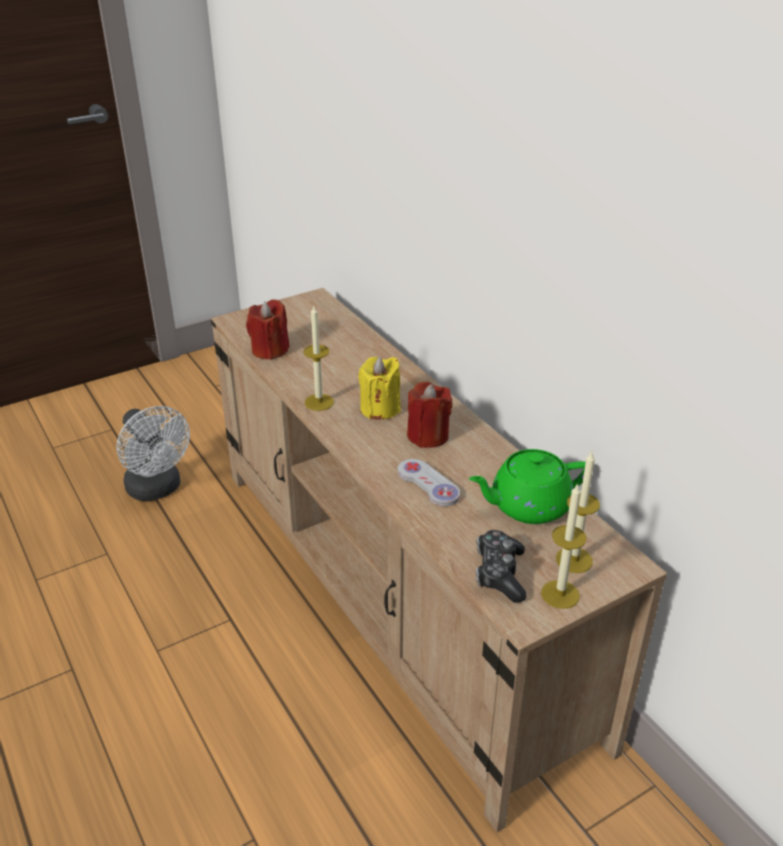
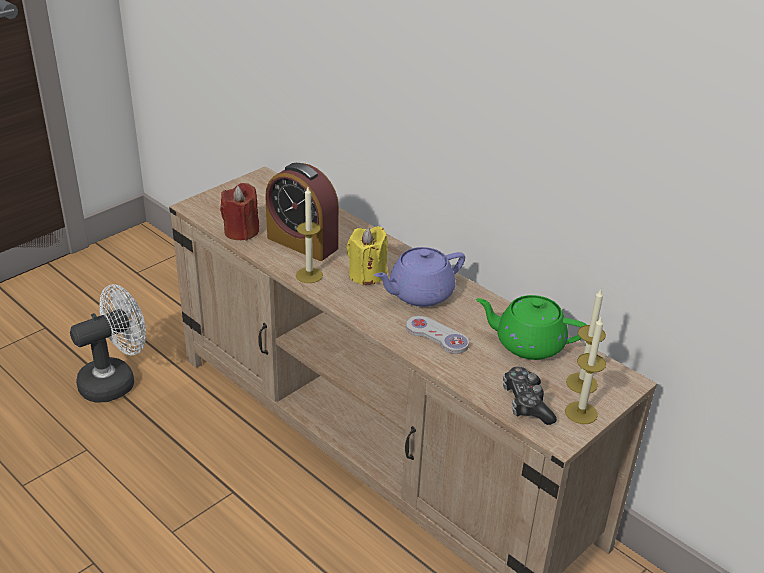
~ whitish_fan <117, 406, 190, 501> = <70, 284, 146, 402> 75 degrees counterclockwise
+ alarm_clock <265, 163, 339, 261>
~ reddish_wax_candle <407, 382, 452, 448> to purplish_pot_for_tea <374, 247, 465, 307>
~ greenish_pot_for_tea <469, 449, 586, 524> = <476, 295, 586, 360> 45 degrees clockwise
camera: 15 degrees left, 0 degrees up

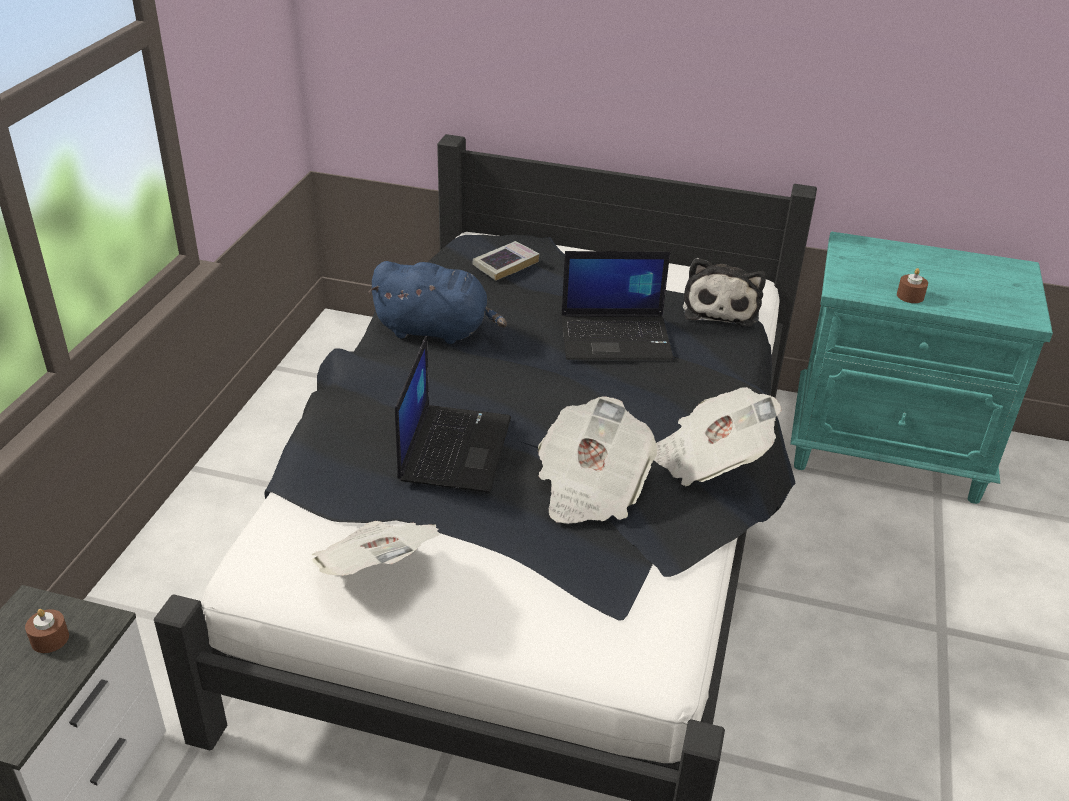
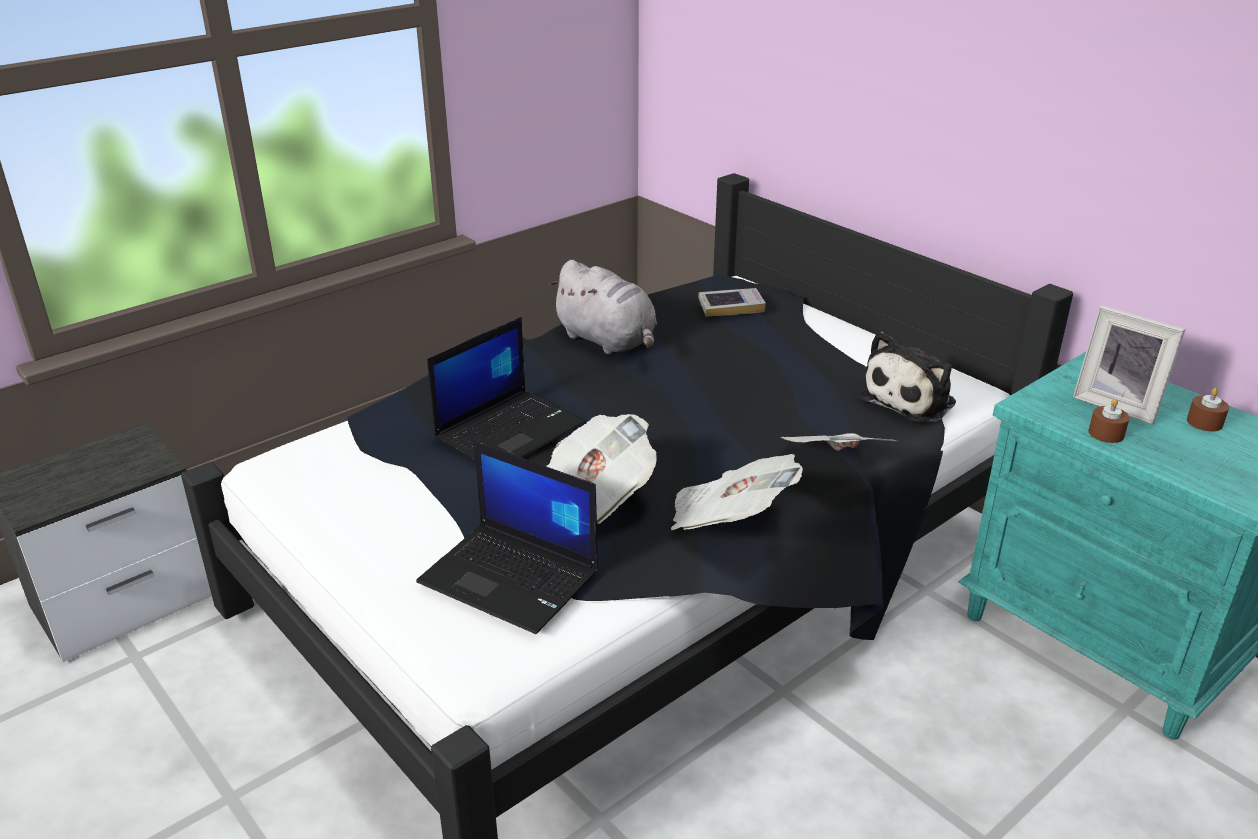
~ laptop <561, 251, 673, 360> to <416, 442, 598, 634>
~ blue_cuddly_toy <368, 261, 507, 344> to grey_cuddly_toy <549, 260, 657, 354>
~ printed_paper <312, 521, 440, 576> to <780, 433, 898, 451>
+ picture_frame <1073, 305, 1186, 425>
~ brownish_wax_candle <25, 609, 69, 653> to <1187, 388, 1229, 432>
camera: 35 degrees right, 5 degrees down

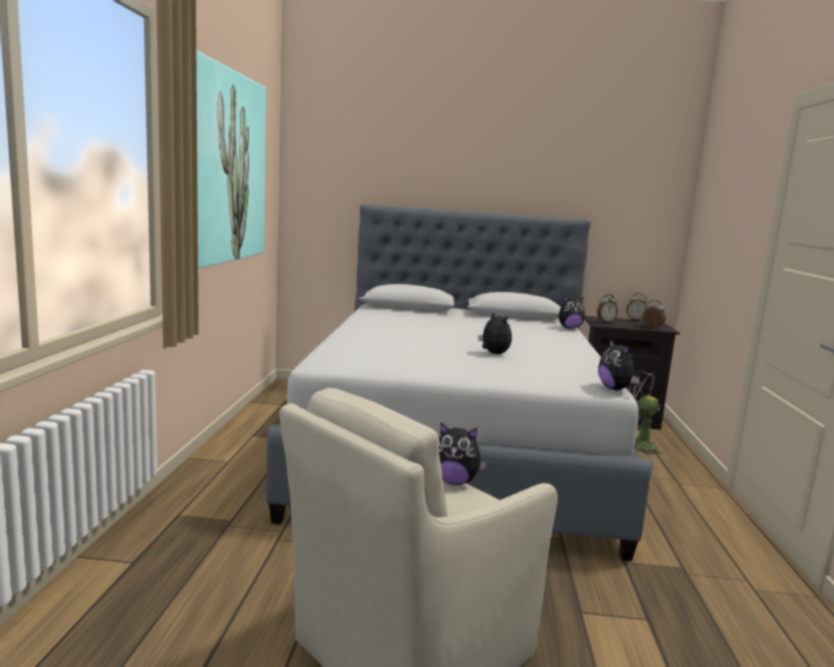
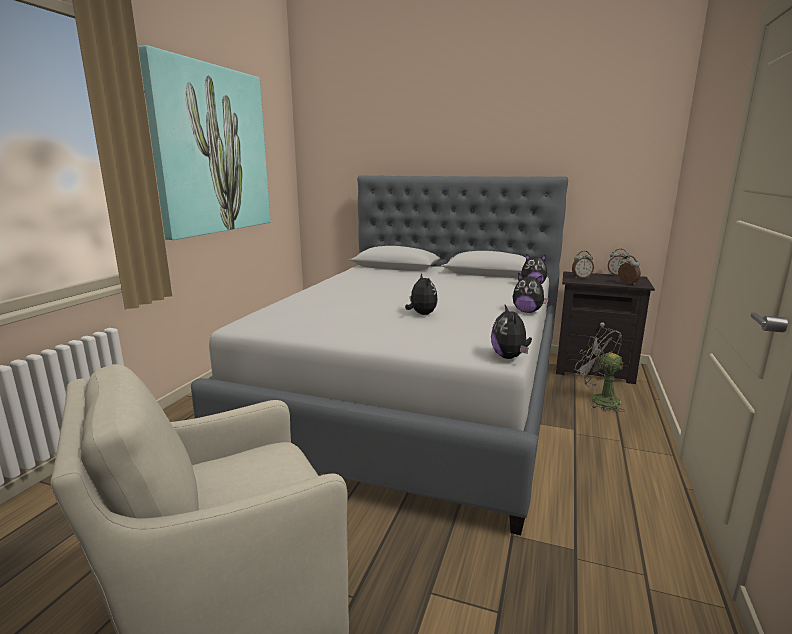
~ cuddly_toy <439, 423, 487, 485> to <513, 273, 549, 313>
camera: 15 degrees right, 5 degrees up

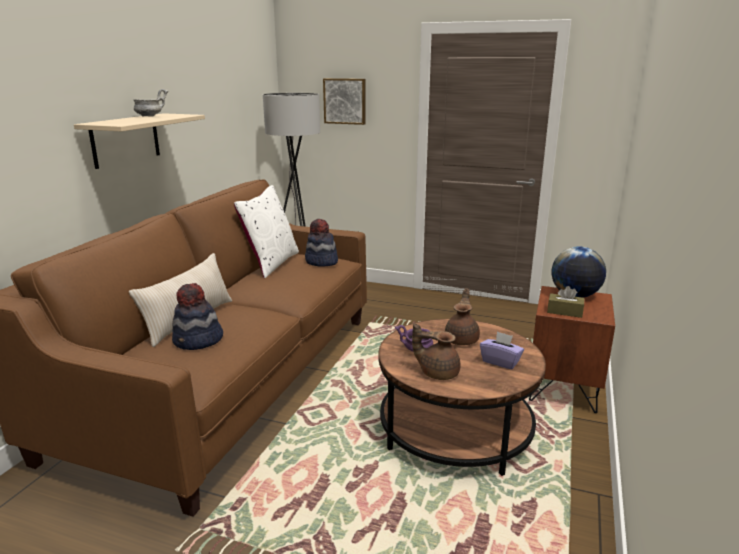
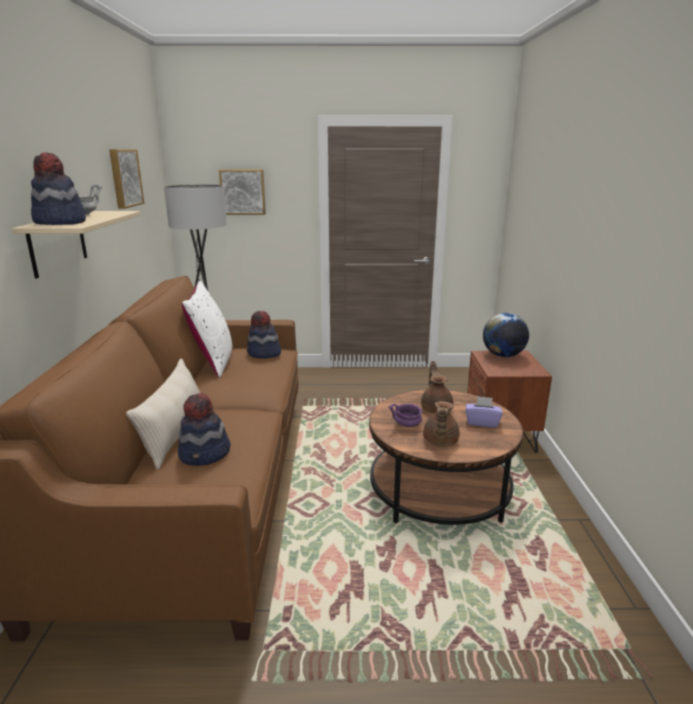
+ clothing_hat <31, 153, 86, 225>
+ wall_picture <109, 149, 144, 209>
~ brownish_pot_for_tea <412, 323, 460, 380> = <423, 401, 459, 447> 75 degrees counterclockwise
- brownish_tissue_holder <547, 286, 585, 318>
camera: 20 degrees left, 0 degrees up

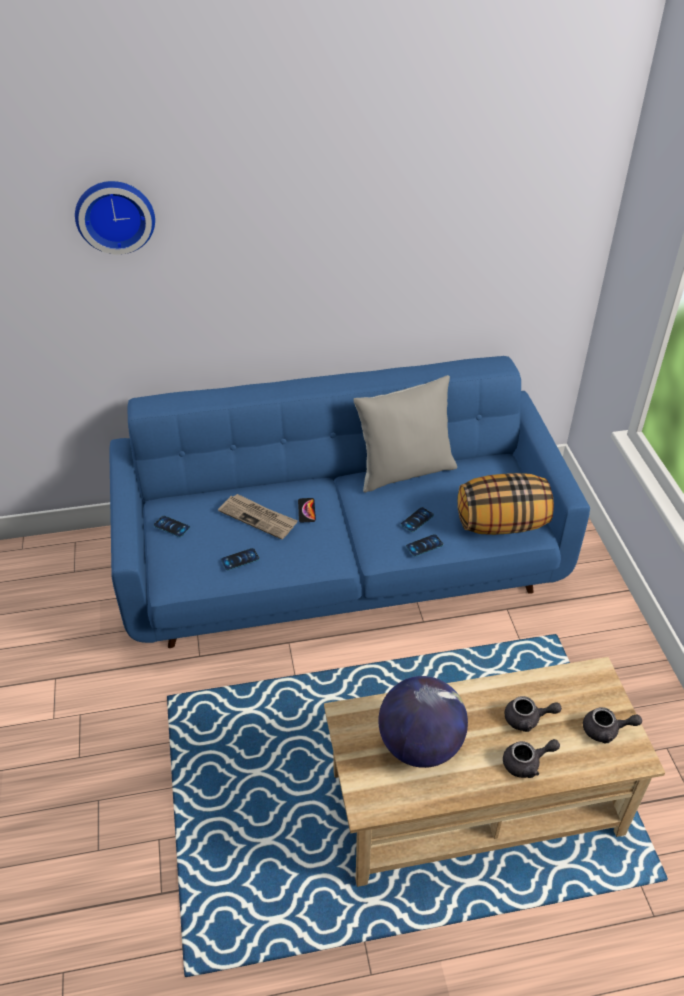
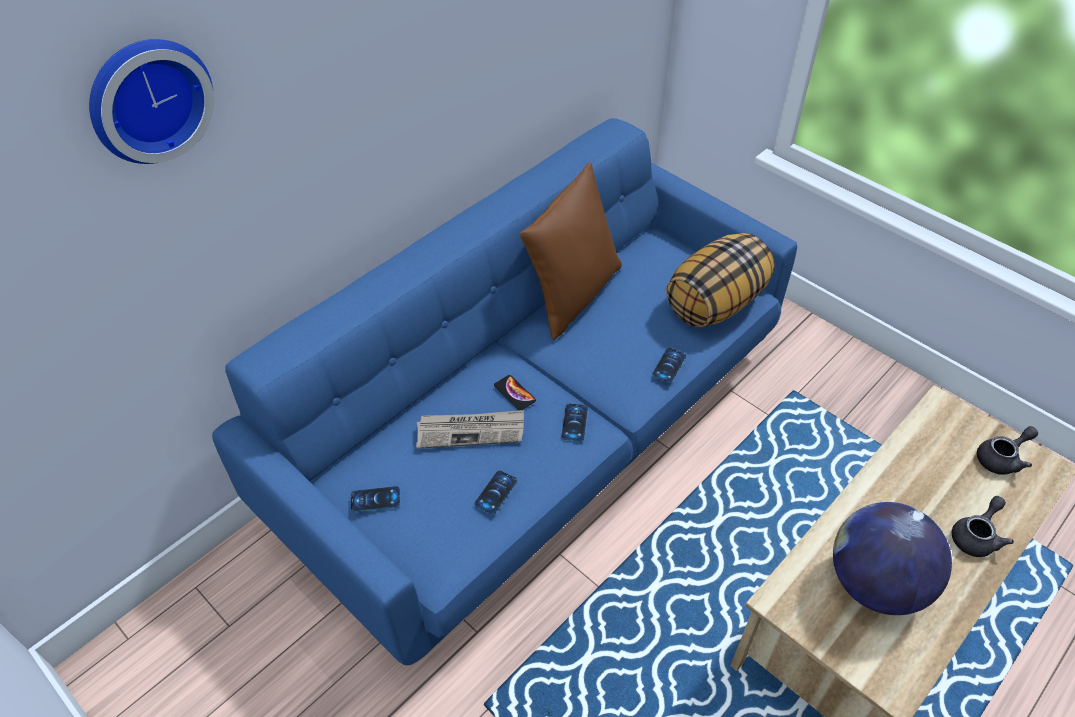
~ grey_pillow <353, 375, 457, 492> to brownish_pillow <520, 162, 622, 340>
~ handset <401, 507, 434, 532> to <561, 403, 588, 442>
- grey_pot_for_tea <505, 696, 562, 732>
camera: 35 degrees left, 5 degrees up

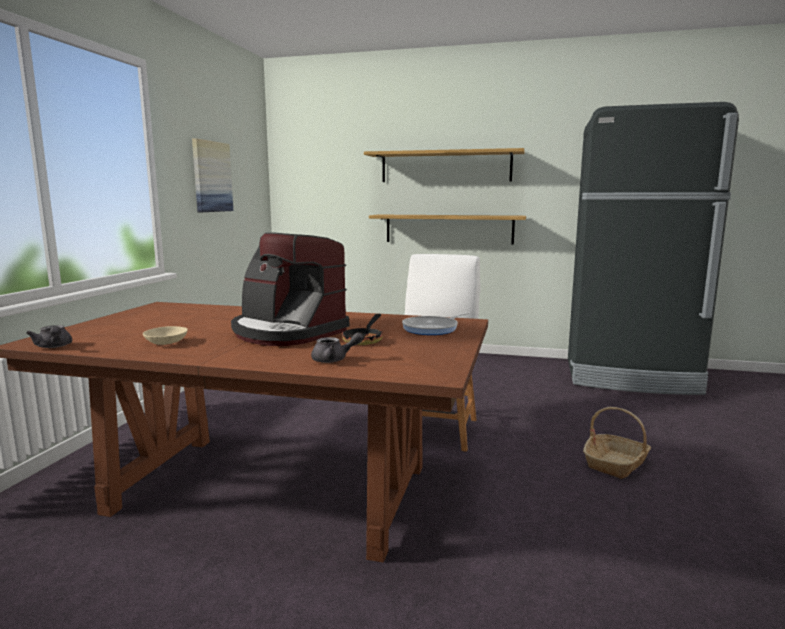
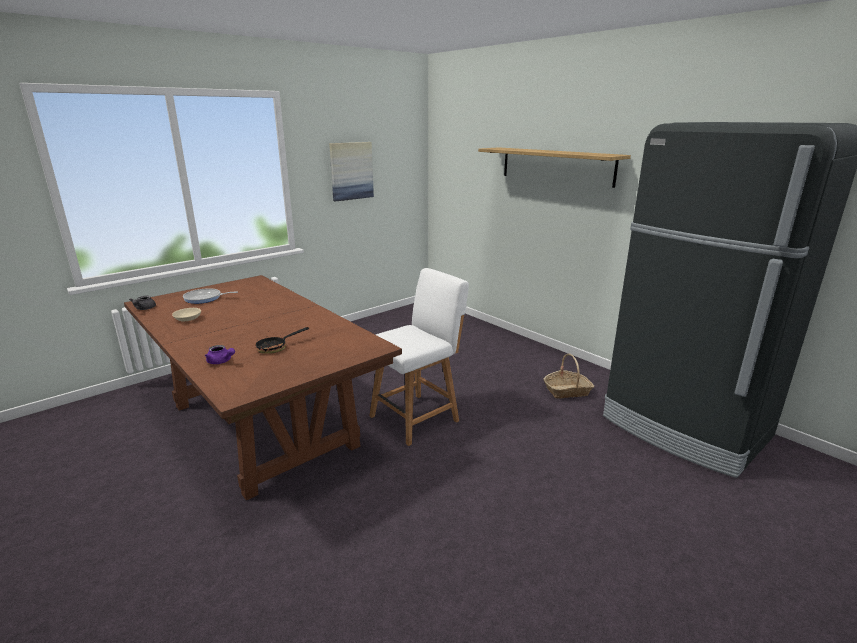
~ skillet <402, 312, 470, 335> to <183, 288, 238, 304>
~ grey_pot_for_tea <311, 333, 363, 363> to purplish_pot_for_tea <205, 345, 235, 364>
~ storage_basket <583, 407, 651, 479> to <544, 354, 594, 399>
- coffee_machine <231, 232, 349, 346>
- shelf <369, 215, 526, 245>
camera: 35 degrees right, 10 degrees up

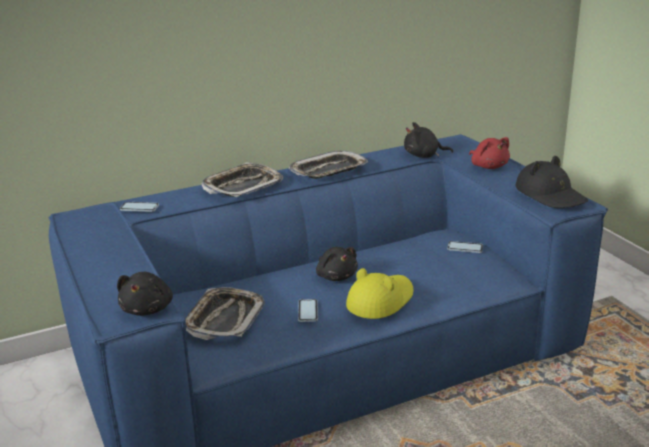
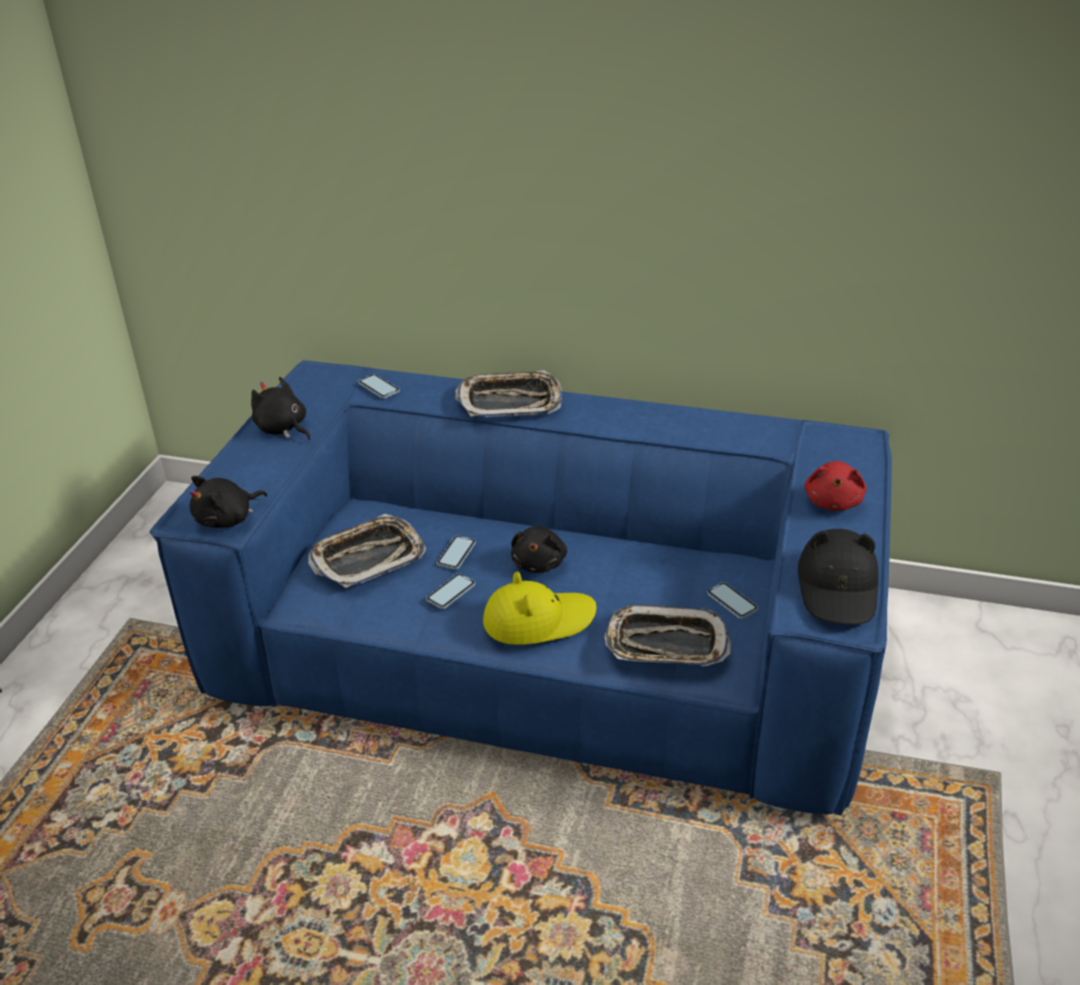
~ blackish_cuddly_toy <404, 122, 453, 158> to <251, 377, 311, 440>
+ handset <437, 536, 476, 569>
~ serving_tray <289, 151, 368, 179> to <604, 605, 731, 666>
camera: 40 degrees right, 10 degrees up

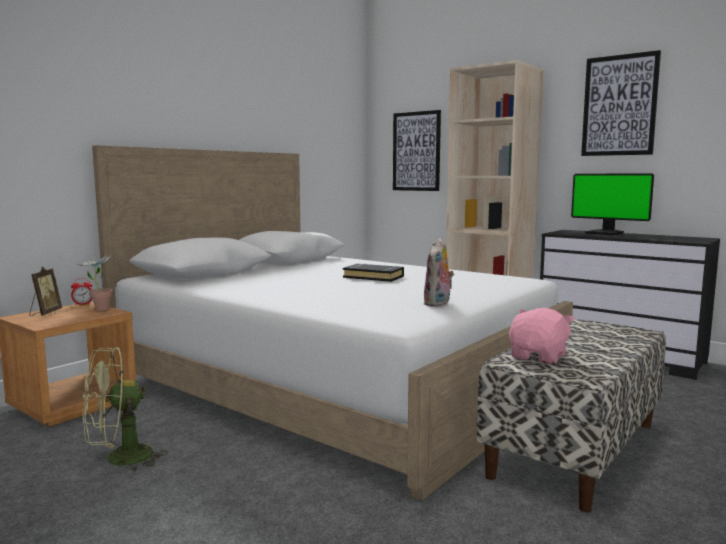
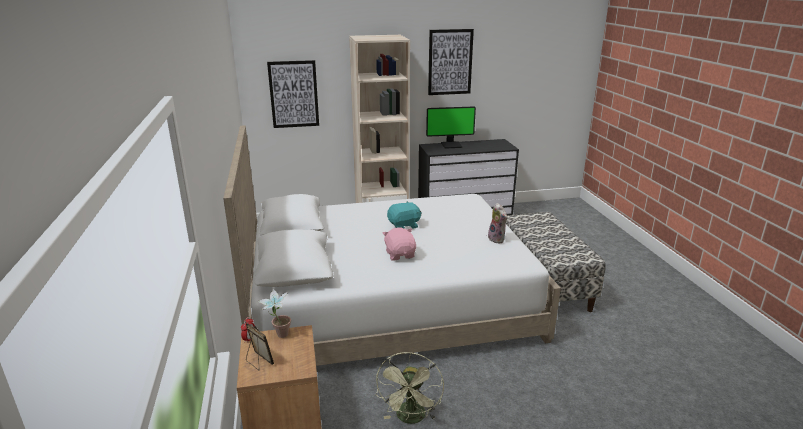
~ pinkish_cuddly_toy <509, 308, 575, 364> to <383, 228, 416, 261>
~ blackish_book <343, 264, 404, 282> to blue-green_cuddly_toy <387, 201, 422, 229>
camera: 50 degrees left, 15 degrees up

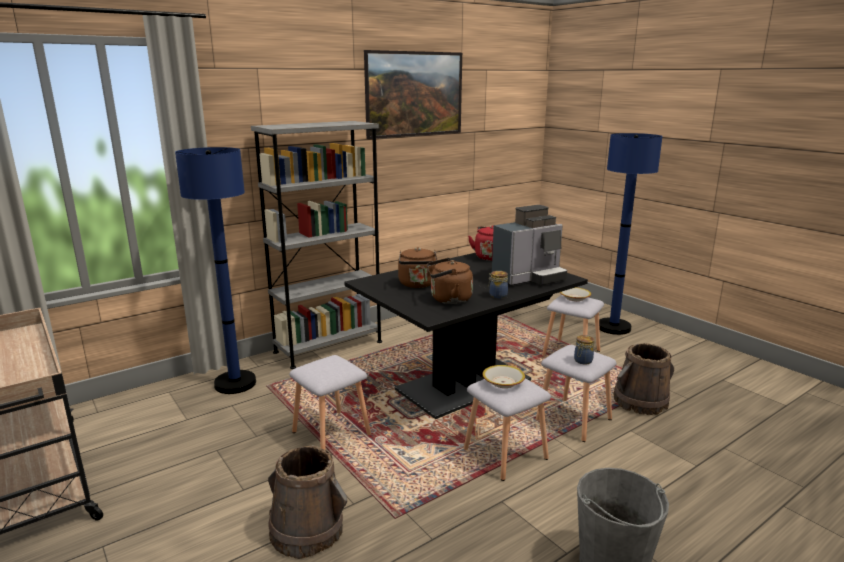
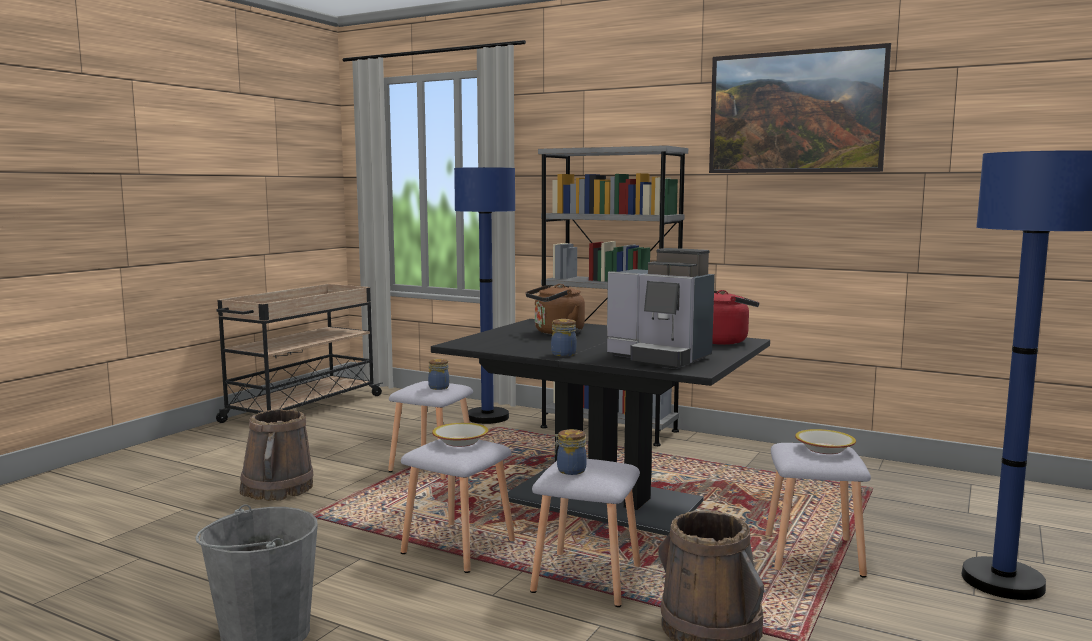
+ preserve_jar <428, 359, 449, 390>
- brownish_tea_kettle <427, 258, 473, 304>
camera: 65 degrees right, 10 degrees down

